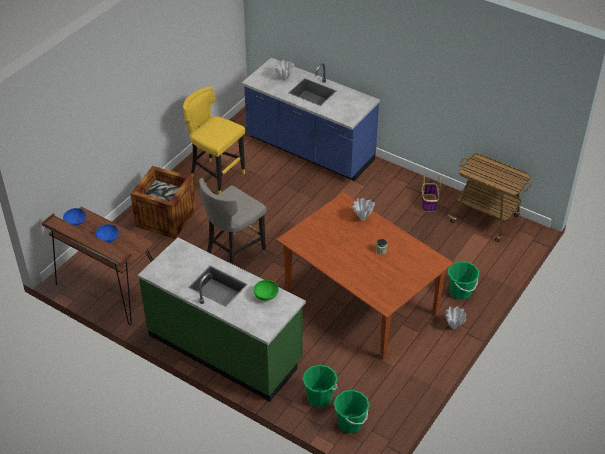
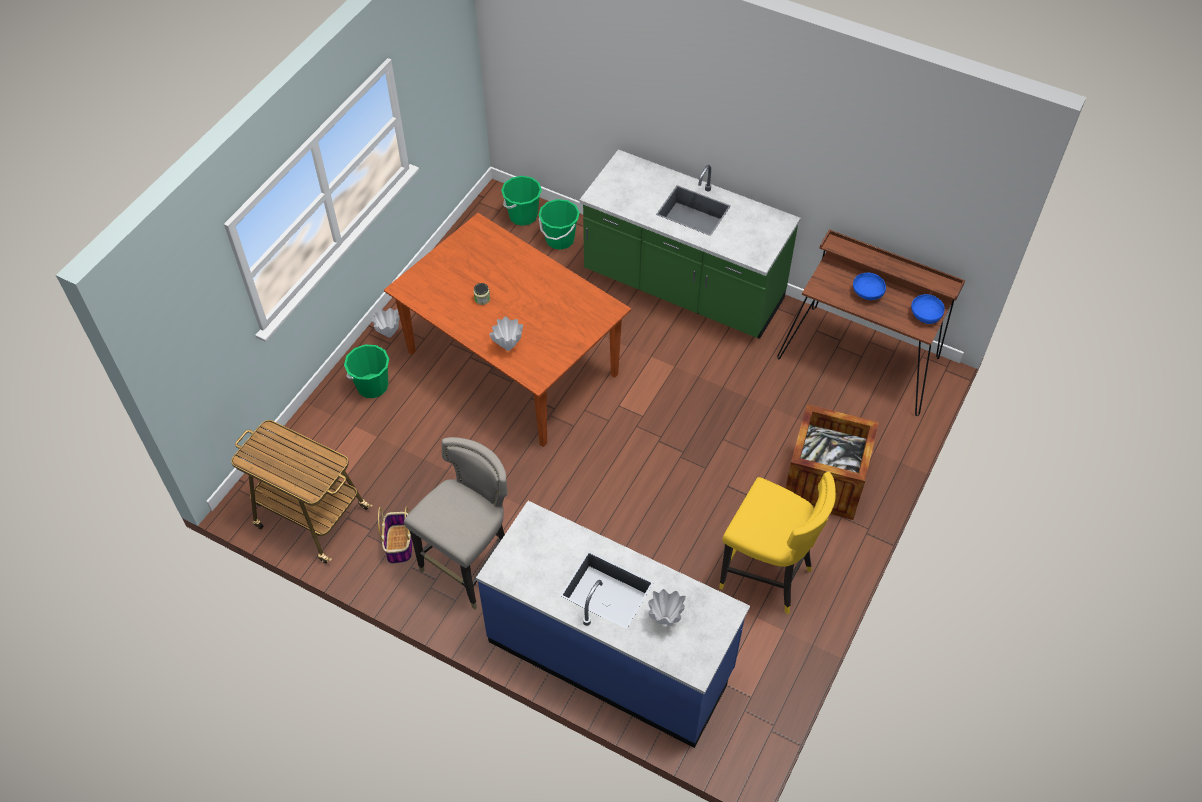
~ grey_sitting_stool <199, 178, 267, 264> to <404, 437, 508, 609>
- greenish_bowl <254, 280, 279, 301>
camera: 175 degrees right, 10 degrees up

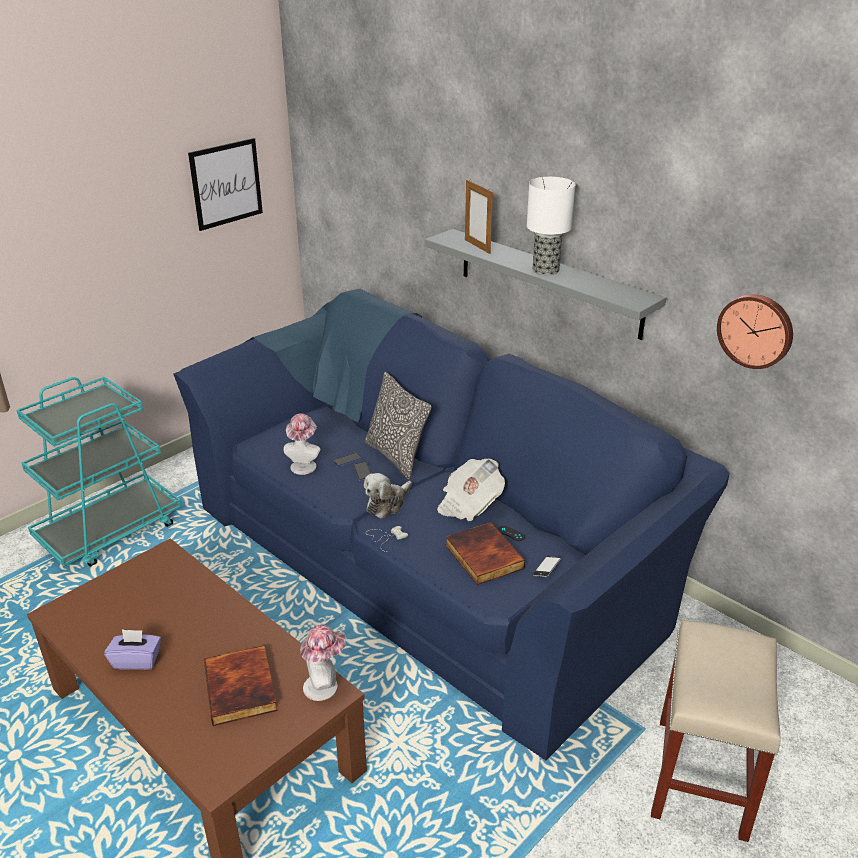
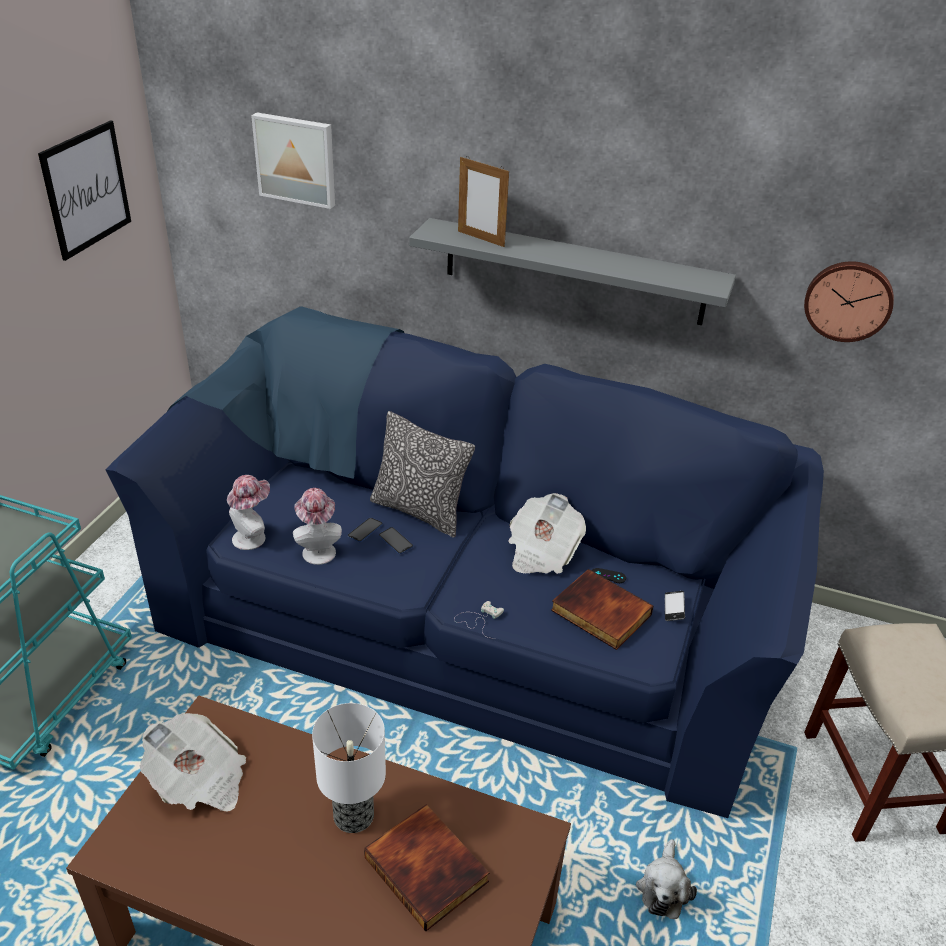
+ printed_paper <140, 713, 246, 812>
~ clothing_hat <300, 625, 347, 701> to <227, 475, 270, 550>
+ wall_picture <251, 112, 335, 209>
~ lamp_for_a_table <527, 177, 576, 275> to <312, 703, 386, 833>
~ cuddly_toy <364, 473, 412, 519> to <636, 839, 697, 919>
- purplish_tissue_holder <104, 629, 161, 670>
camera: 25 degrees left, 5 degrees up

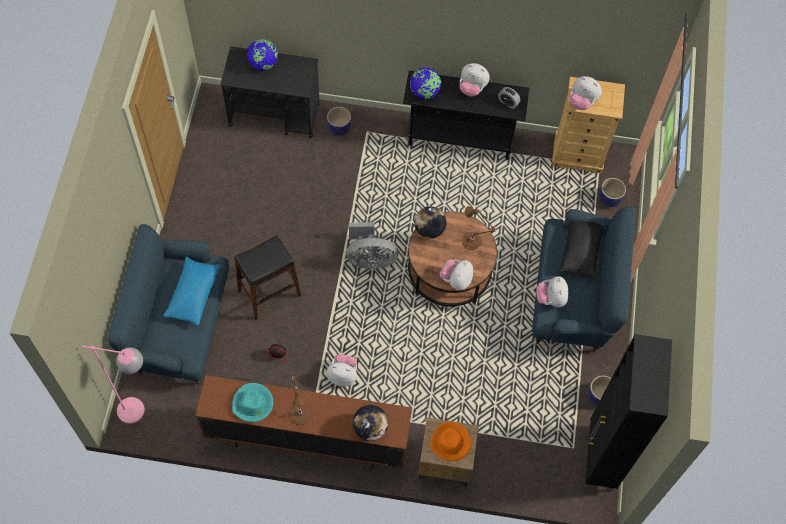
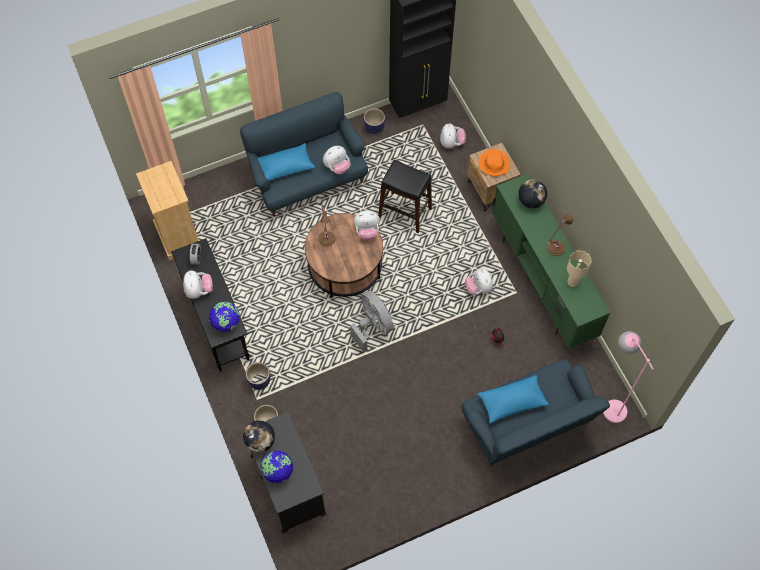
~ desk_globe <414, 206, 446, 239> to <243, 420, 275, 453>
~ plant_pot <599, 178, 626, 207> to <246, 362, 271, 390>
~ blackish_pillow <560, 220, 604, 279> to blue_pillow <258, 143, 315, 181>
~ blackish_sitting_stool <234, 235, 301, 320> to <378, 160, 432, 233>
~ cuddly_toy <570, 76, 602, 110> to <440, 123, 466, 148>
~ brownish_tv_unit <195, 375, 412, 469> to greenish_tv_unit <492, 174, 610, 349>
~ blue-green_clothing_hat <232, 383, 273, 422> to sand-coloured_lamp_for_a_table <567, 250, 591, 287>
camera: 120 degrees left, 0 degrees up

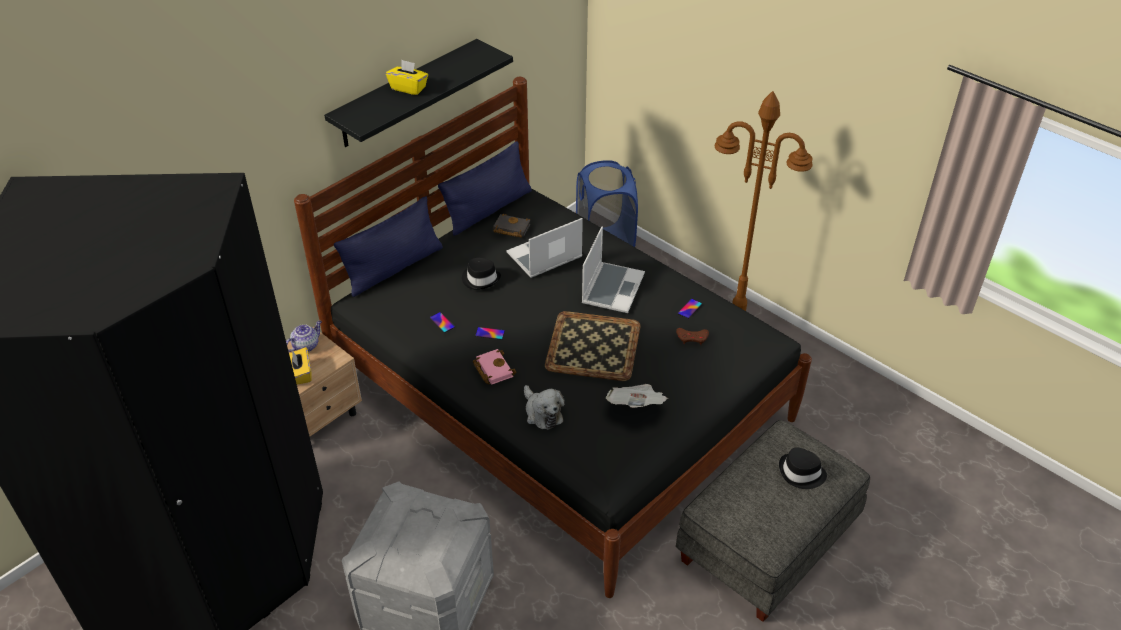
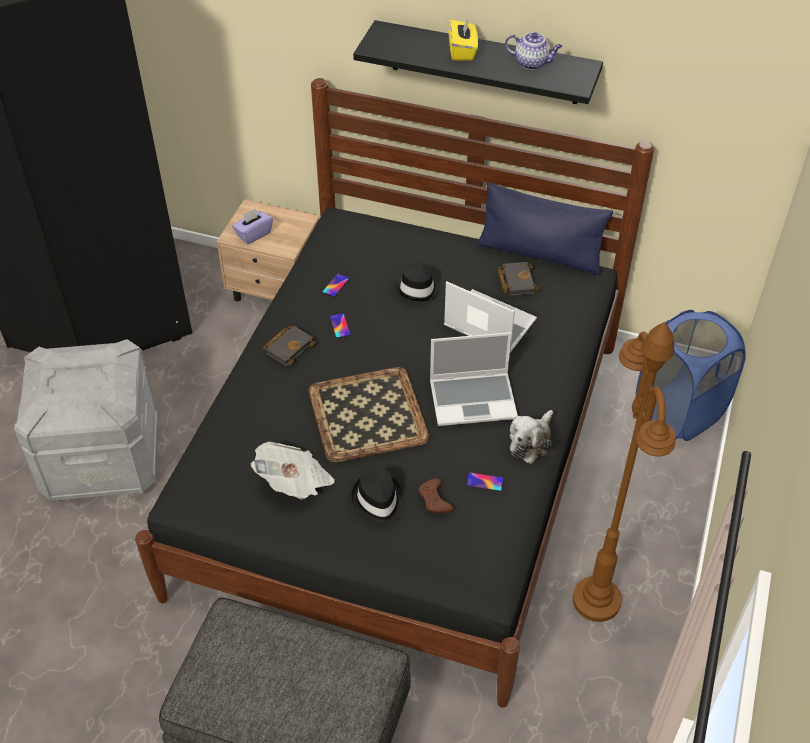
~ yellow-coloured_tissue_holder <289, 347, 312, 385> to purplish_tissue_holder <232, 208, 273, 245>
~ pinkish_book <472, 349, 516, 385> to blackish_book <263, 326, 316, 366>
~ blackish_clothing_hat <779, 447, 827, 489> to <352, 468, 404, 526>
~ pot_for_tea <286, 320, 322, 352> to <505, 32, 562, 70>
~ cuddly_toy <524, 385, 565, 430> to <510, 410, 553, 464>
- blue_pillow <334, 196, 443, 297>
camera: 65 degrees right, 5 degrees up

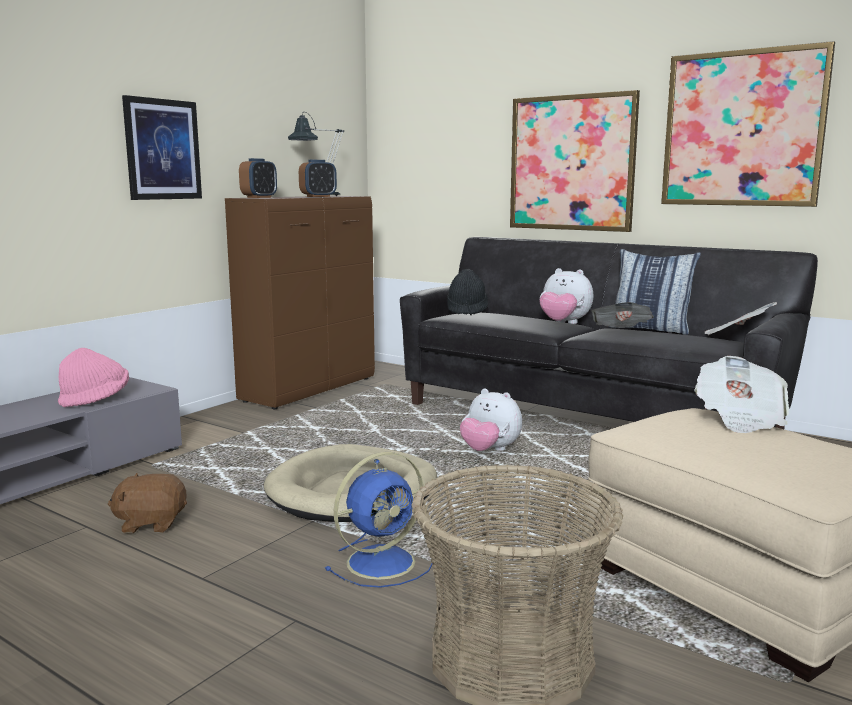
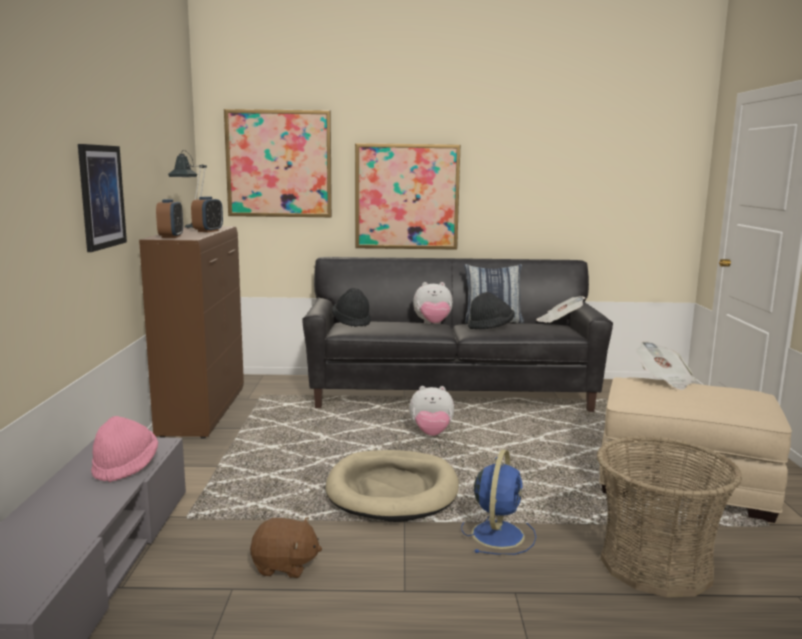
~ wall_picture <661, 41, 835, 207> to <224, 109, 332, 217>
~ brownish_cuddly_toy <107, 473, 187, 533> = <250, 517, 322, 578> 135 degrees counterclockwise
~ printed_paper <591, 302, 654, 328> to blackish_clothing_hat <468, 292, 515, 329>
camera: 35 degrees left, 0 degrees up

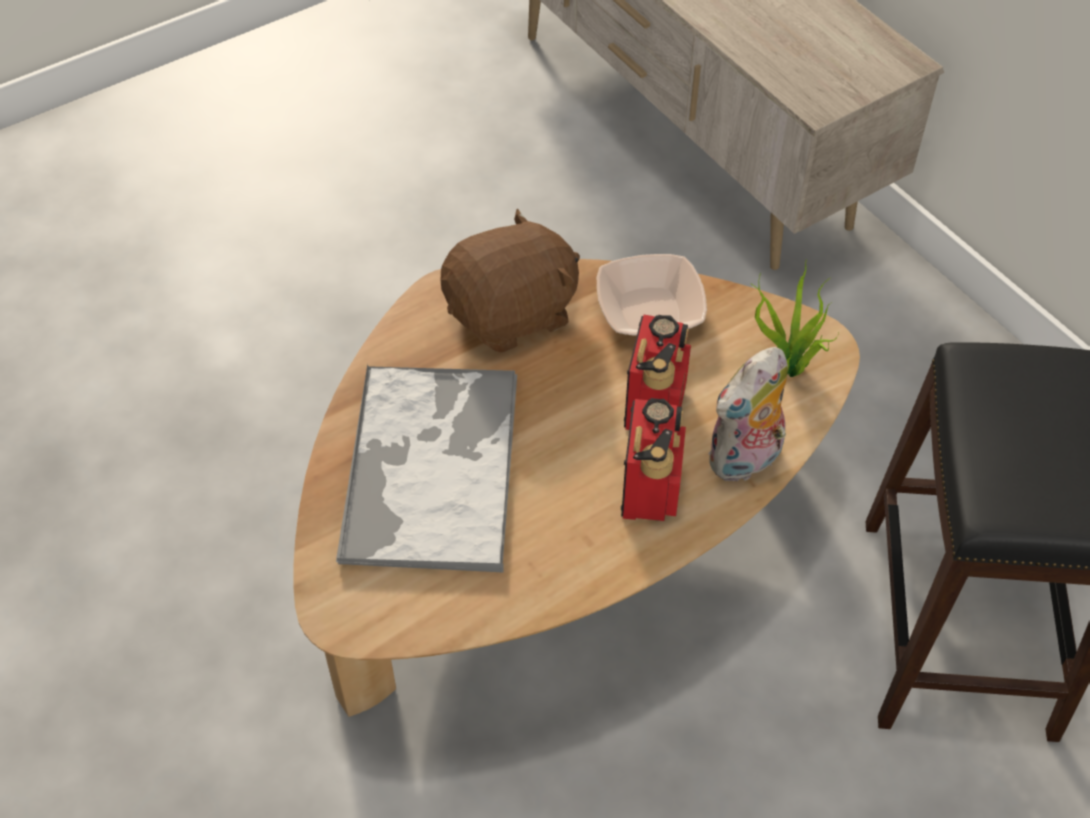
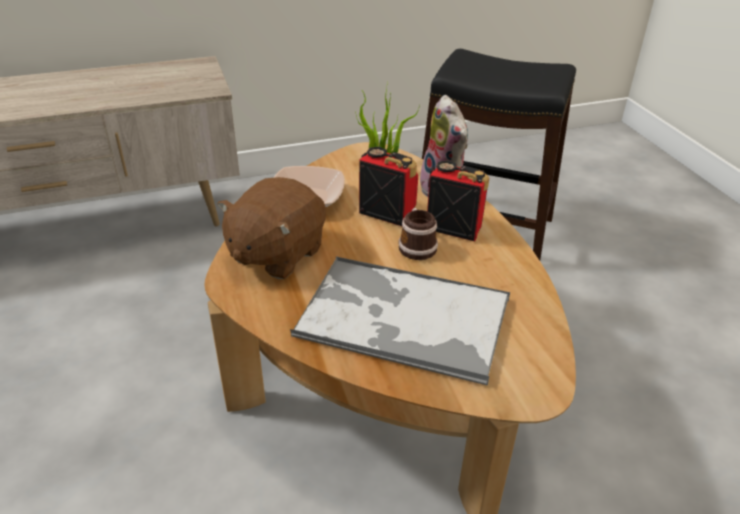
~ brownish_cuddly_toy <441, 208, 580, 353> = <217, 177, 326, 279> 135 degrees counterclockwise
+ coffee_mug <399, 208, 438, 260>
camera: 75 degrees left, 15 degrees down

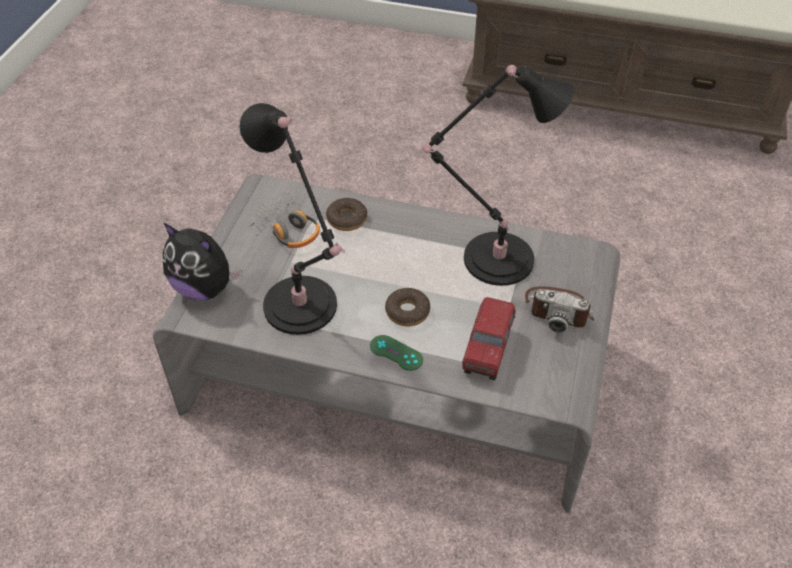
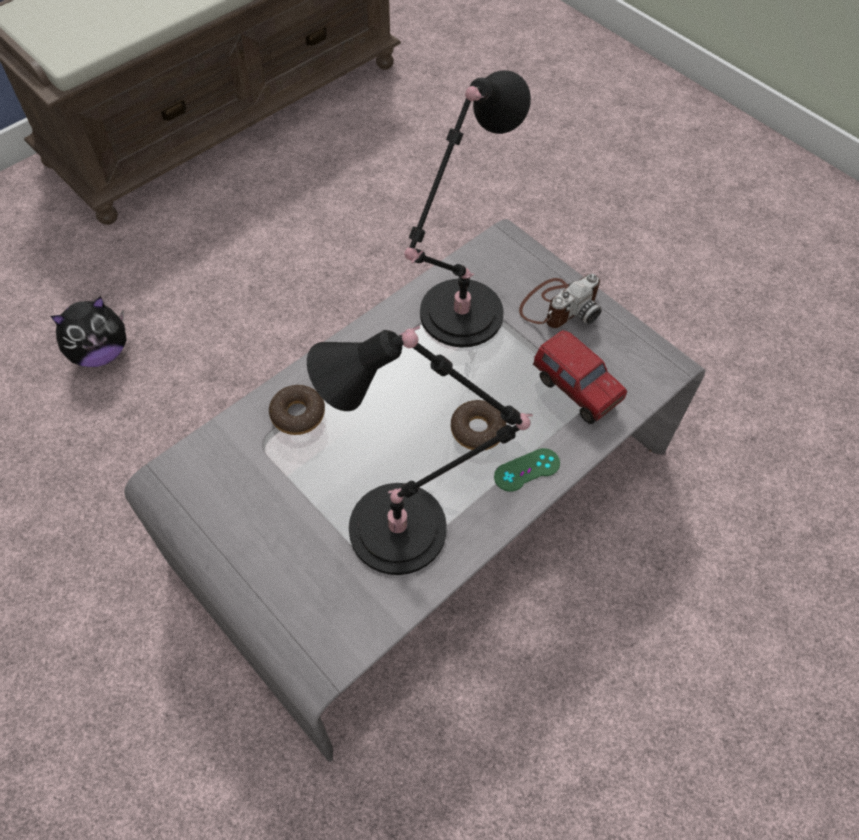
~ cuddly_toy <162, 222, 242, 300> to <51, 296, 127, 367>
- headphones <248, 193, 320, 248>
camera: 60 degrees left, 10 degrees up

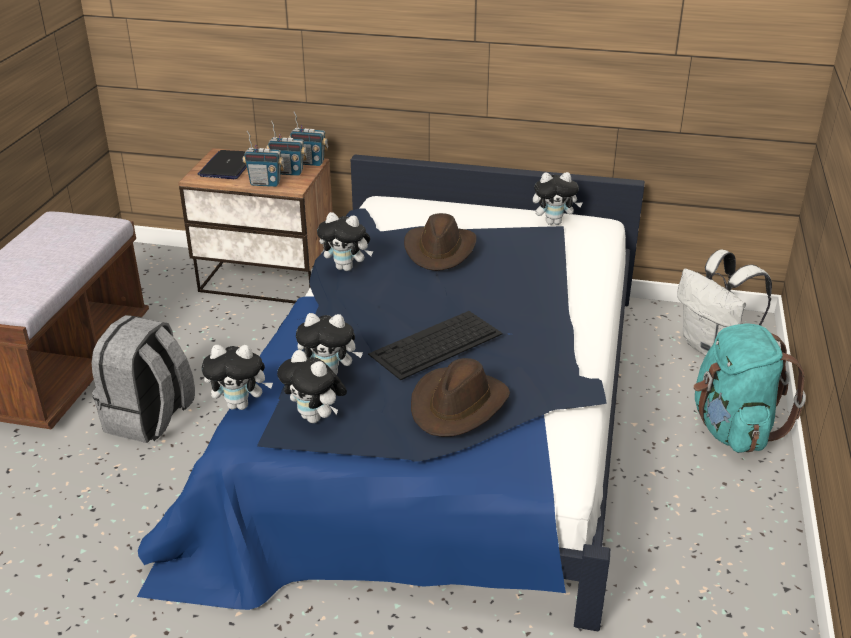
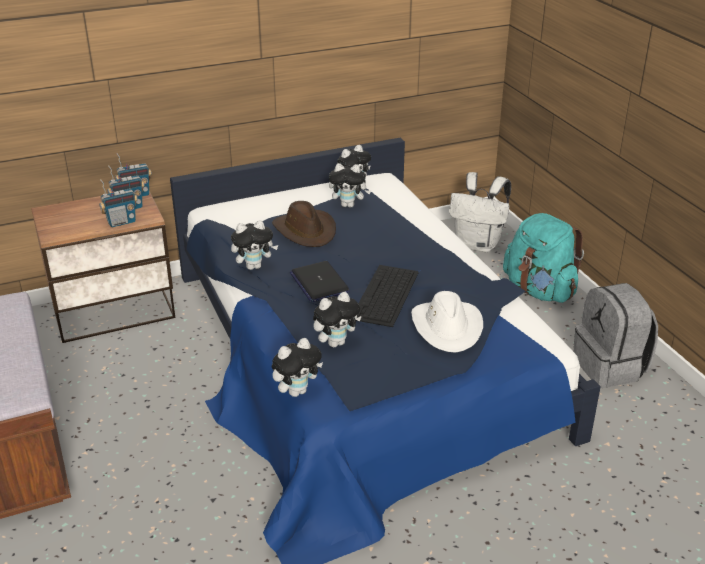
~ laptop <198, 150, 247, 179> to <290, 261, 350, 302>
~ cuddly_toy <277, 350, 347, 423> to <329, 163, 371, 208>
~ brownish_clothing_hat <411, 358, 510, 437> to whitish_clothing_hat <411, 291, 483, 353>
~ grey_knapsack <91, 315, 195, 443> to <573, 283, 658, 388>
camera: 35 degrees left, 0 degrees up

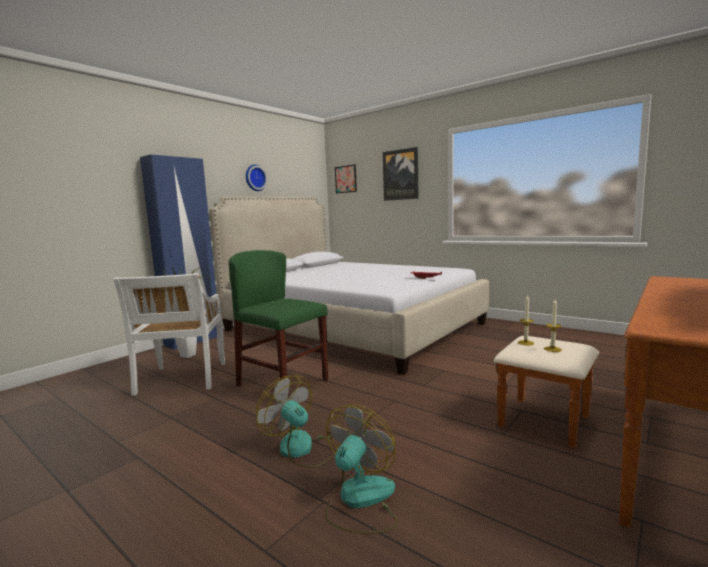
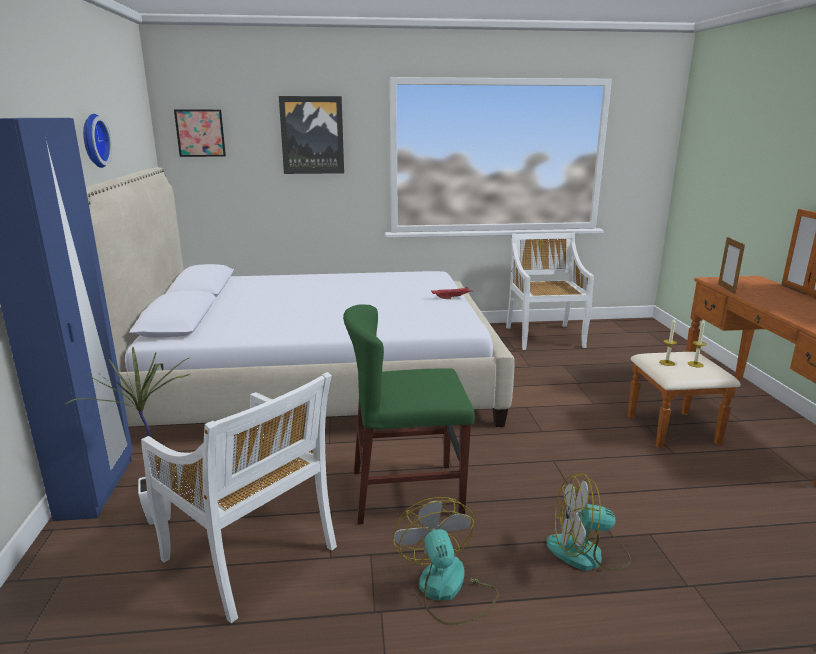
~ fan <325, 405, 398, 534> to <393, 497, 499, 626>
+ whitish_chair <506, 233, 594, 350>
+ picture_frame <718, 237, 745, 294>
camera: 45 degrees left, 10 degrees up

